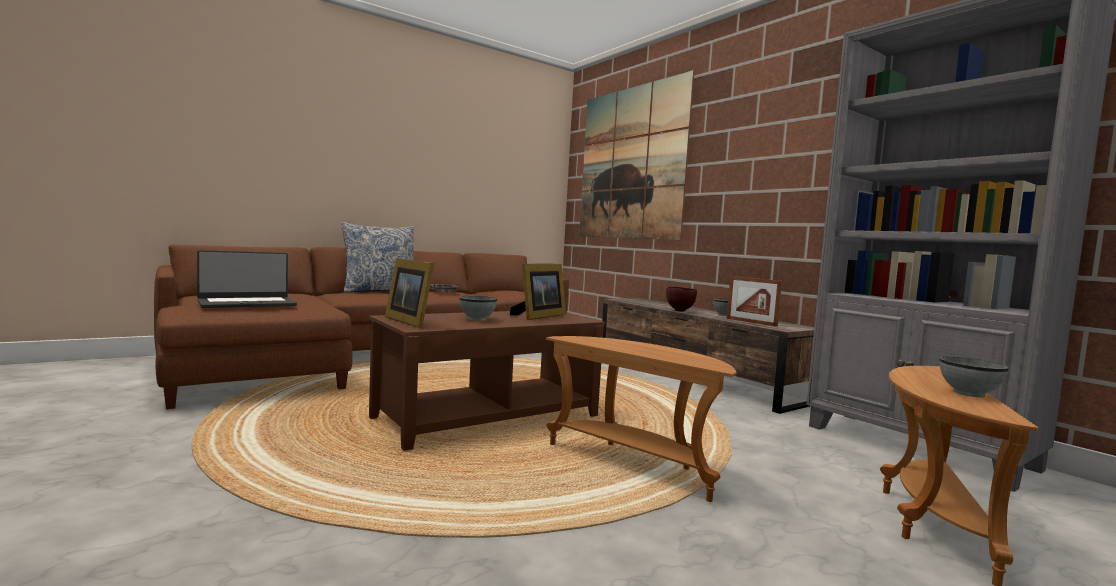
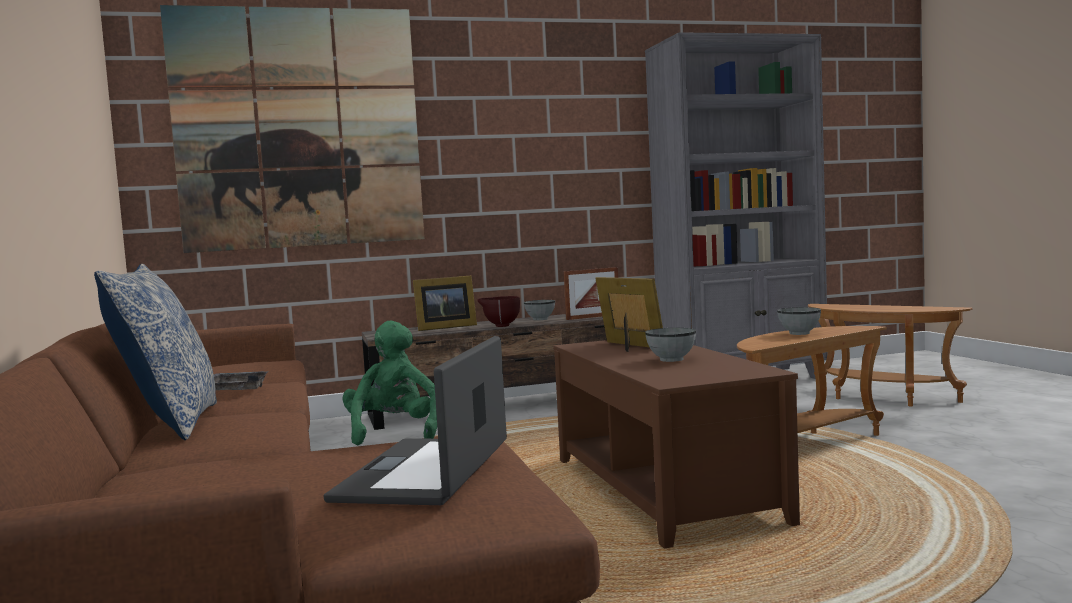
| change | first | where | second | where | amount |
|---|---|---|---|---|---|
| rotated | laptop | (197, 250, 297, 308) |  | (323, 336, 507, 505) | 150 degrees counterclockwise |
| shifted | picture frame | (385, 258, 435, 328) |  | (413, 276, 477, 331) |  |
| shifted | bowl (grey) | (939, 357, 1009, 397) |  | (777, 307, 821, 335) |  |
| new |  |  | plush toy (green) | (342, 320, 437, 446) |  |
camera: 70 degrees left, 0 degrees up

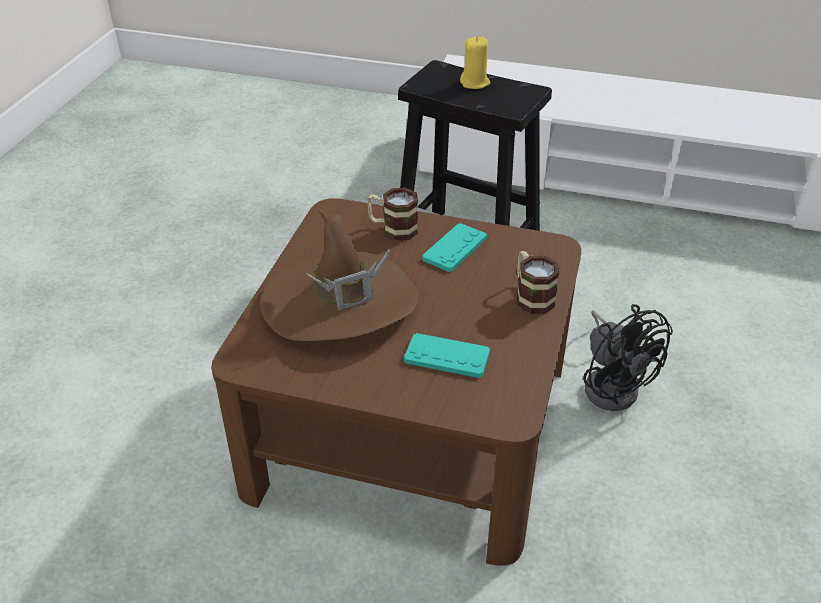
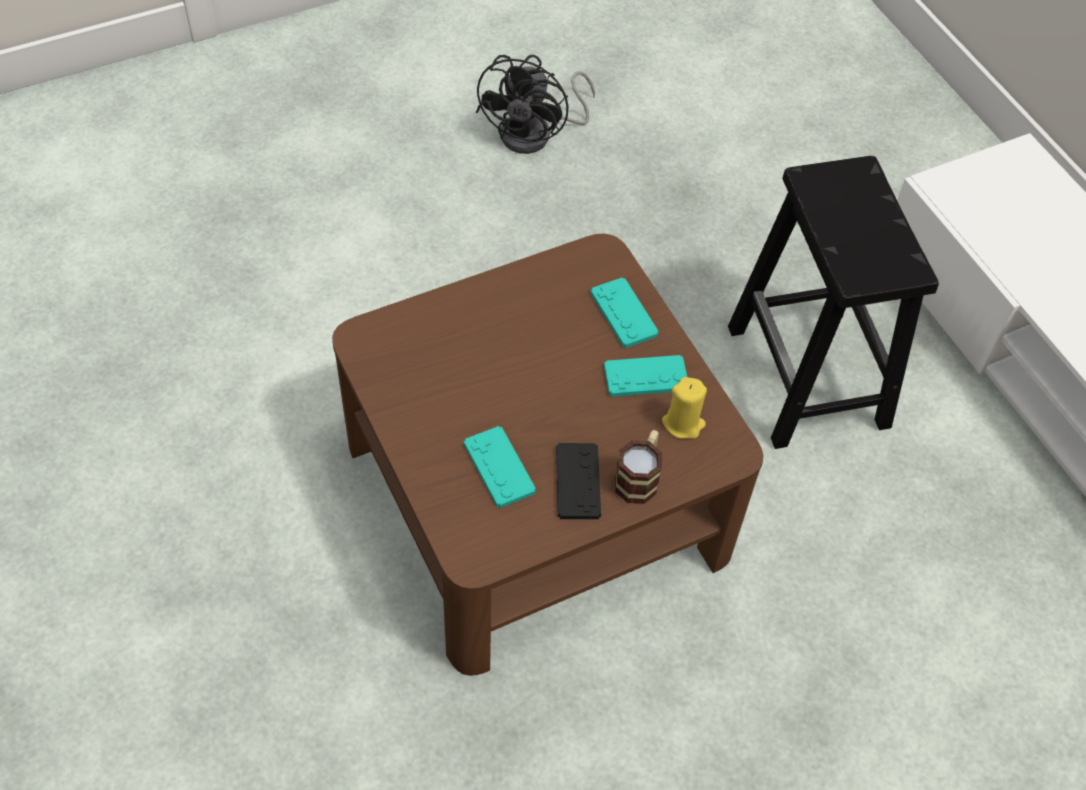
| change | first | where | second | where | amount |
|---|---|---|---|---|---|
| shifted | candle (yellow) | (460, 36, 490, 89) |  | (662, 377, 707, 439) |  |
| swapped | mug | (367, 188, 418, 241) | game controller (turquoise) | (590, 277, 659, 348) |  |
| gone | hat (brown) | (260, 211, 419, 341) |  |  |  |
| shifted | fan (black) | (583, 304, 673, 411) |  | (476, 55, 595, 154) |  |
| new |  |  | game controller (black) | (556, 443, 601, 519) |  |
camera: 45 degrees right, 15 degrees up

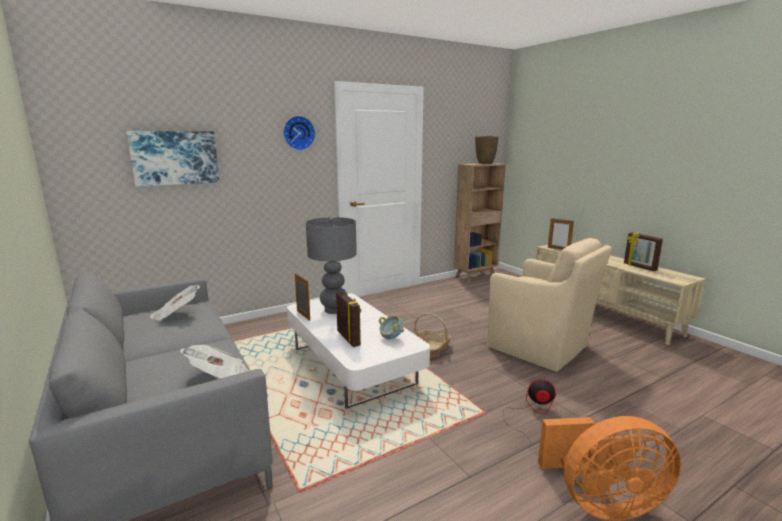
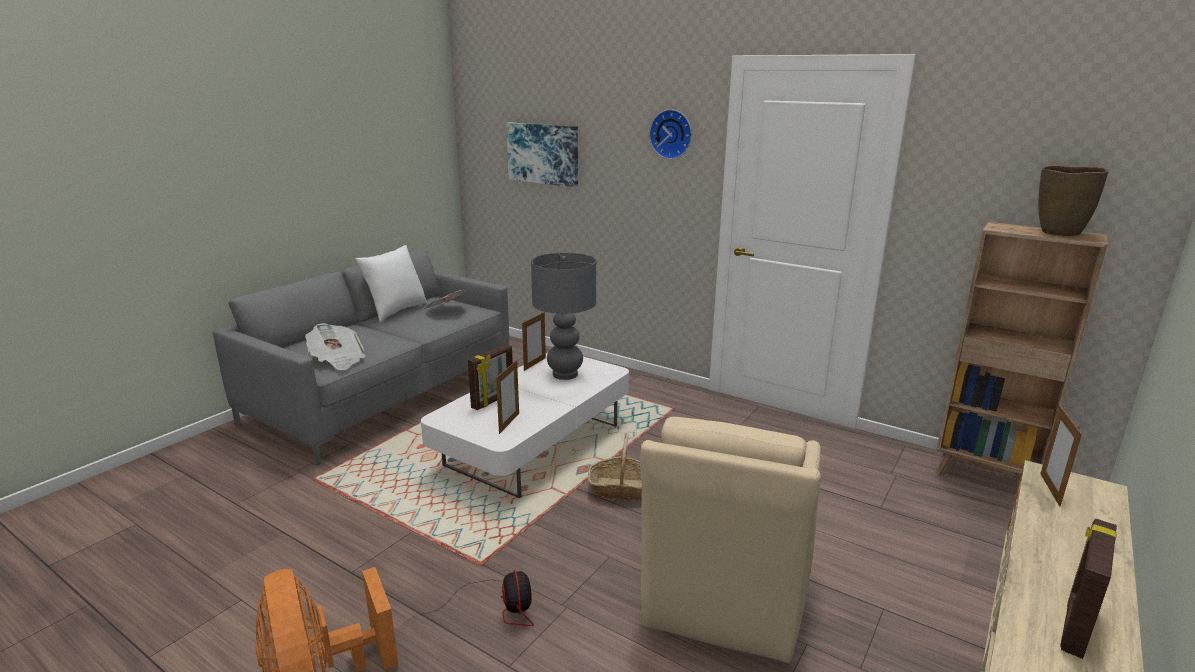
| change | first | where | second | where | amount |
|---|---|---|---|---|---|
| swapped | bowl | (379, 316, 404, 340) | picture frame | (496, 360, 519, 434) |  |
| new |  |  | pillow (white) | (355, 245, 427, 322) |  |
camera: 65 degrees right, 5 degrees up

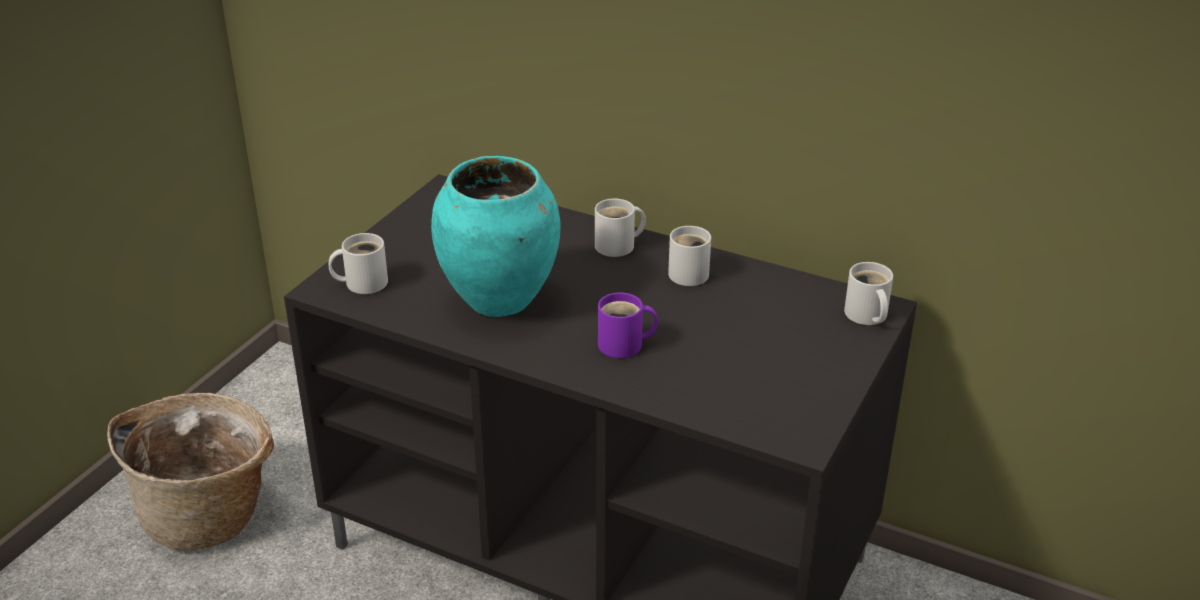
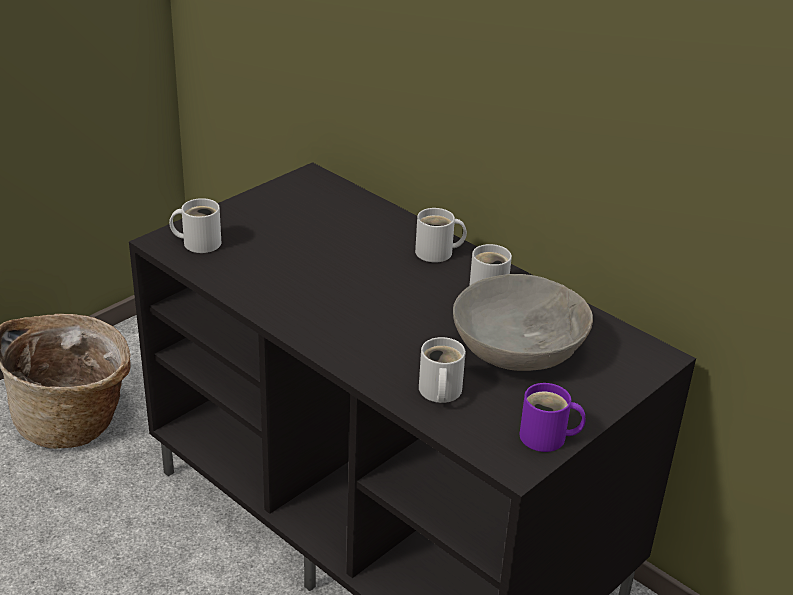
| change | first | where | second | where | amount |
|---|---|---|---|---|---|
| gone | vase (turquoise) | (431, 156, 560, 317) |  |  |  |
| shifted | mug (white) | (844, 262, 893, 325) |  | (419, 337, 466, 403) |  |
| shifted | mug (purple) | (598, 292, 658, 358) |  | (519, 383, 585, 452) |  |
| new |  |  | bowl (grey) | (453, 274, 593, 371) |  |
camera: 15 degrees right, 0 degrees up

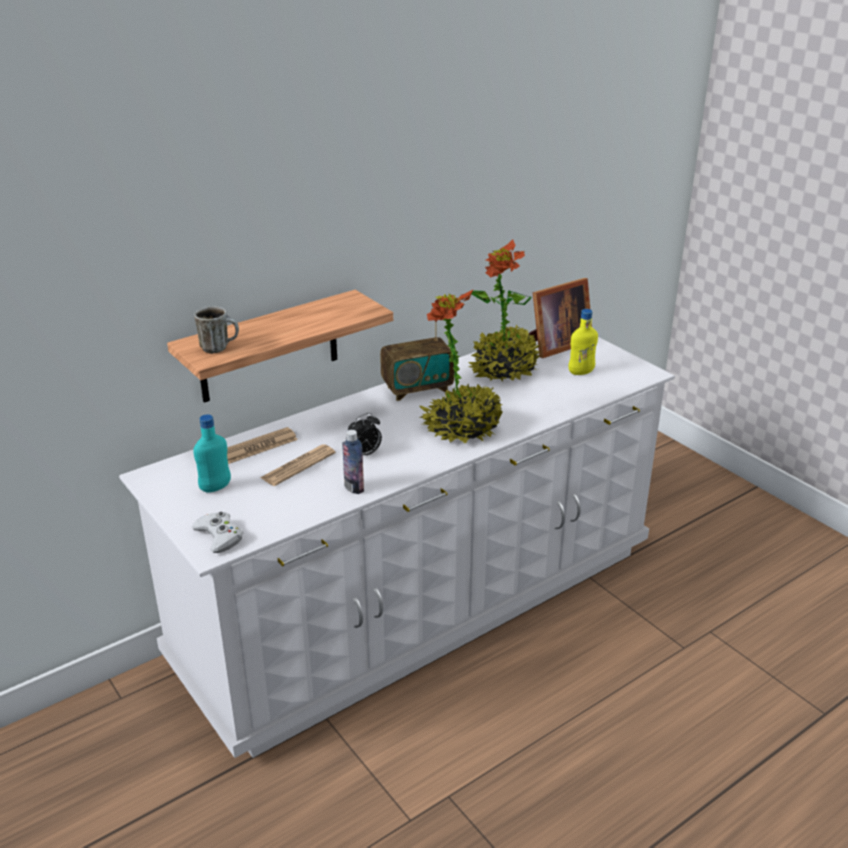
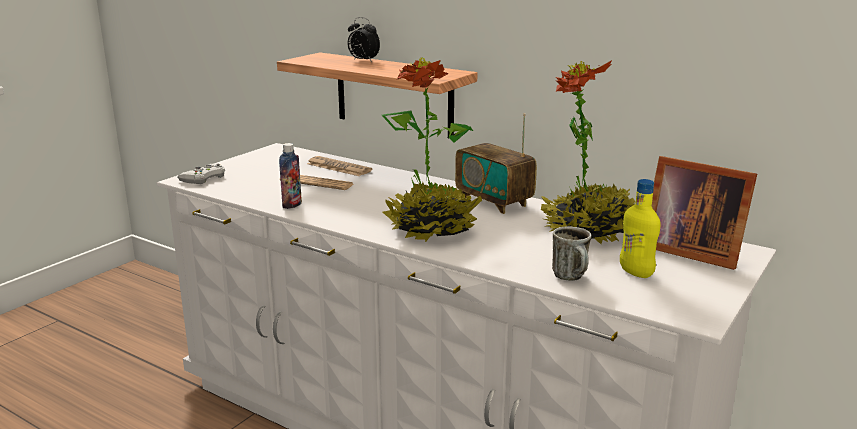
| change | first | where | second | where | amount |
|---|---|---|---|---|---|
| shifted | mug | (194, 306, 239, 354) |  | (552, 226, 591, 281) |  |
| shifted | alarm clock | (348, 413, 382, 455) |  | (347, 17, 380, 62) |  |
| gone | bottle (turquoise) | (194, 414, 231, 492) |  |  |  |
camera: 70 degrees right, 10 degrees down

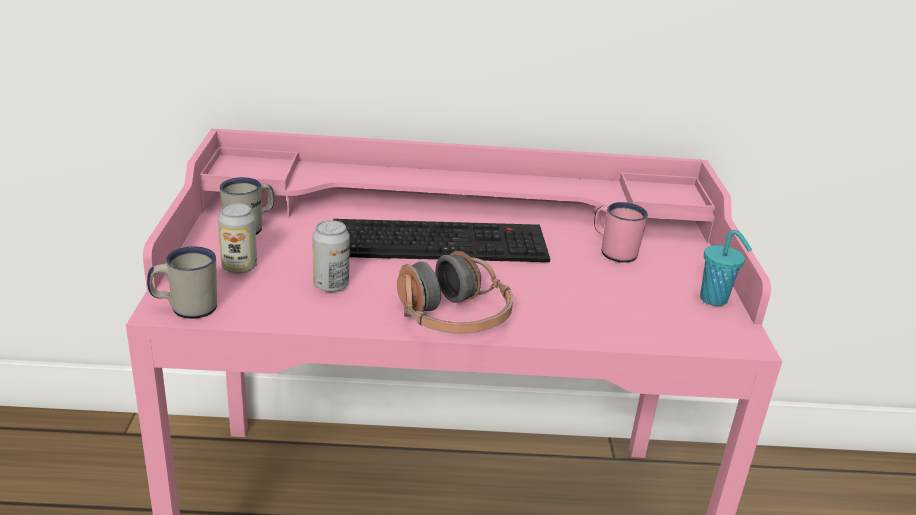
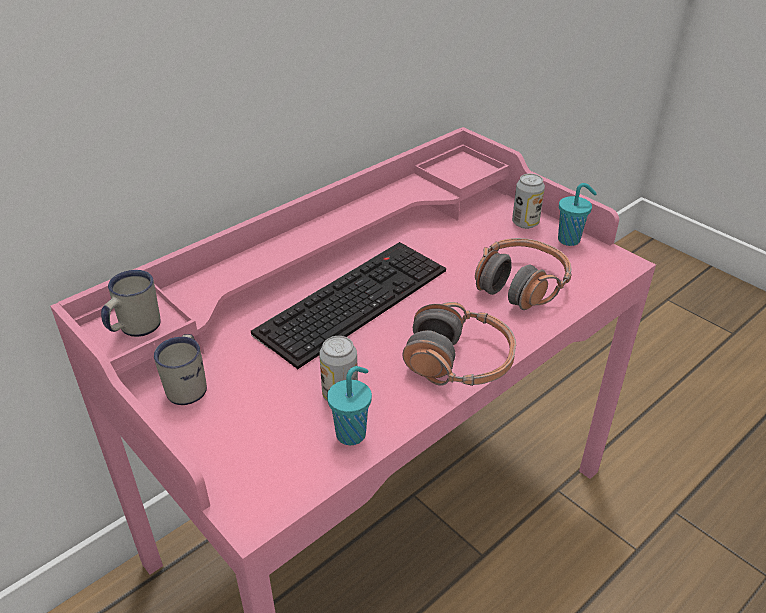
| change | first | where | second | where | amount |
|---|---|---|---|---|---|
| gone | mug (pink) | (594, 202, 648, 263) |  |  |  |
| shifted | can | (218, 203, 257, 274) |  | (512, 174, 545, 229) |  |
| shifted | mug (white) | (147, 246, 217, 319) |  | (101, 270, 161, 337) |  |
| new |  |  | headphones | (475, 238, 572, 310) |  |
| new |  |  | cup (turquoise) | (327, 366, 372, 445) |  |
camera: 40 degrees left, 10 degrees up

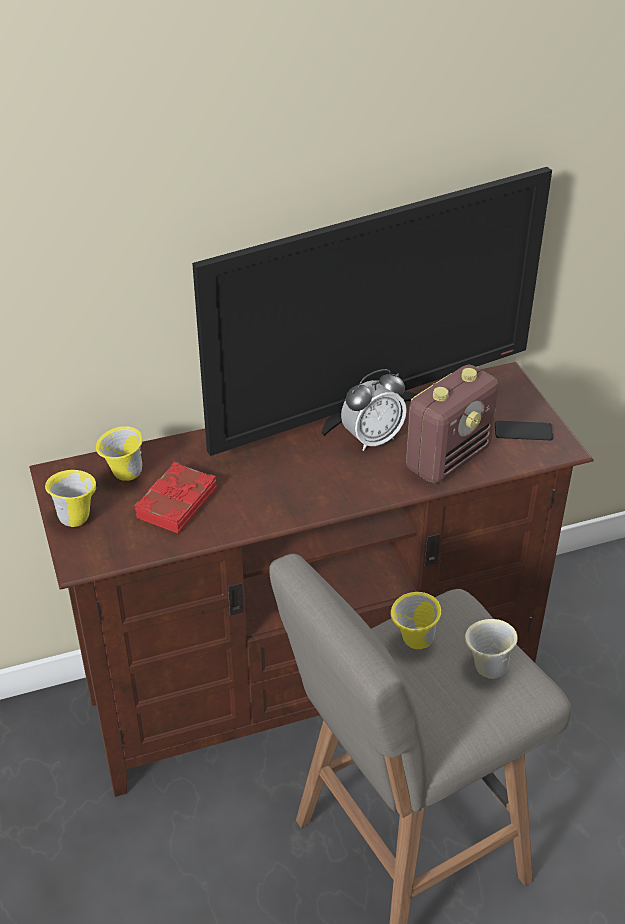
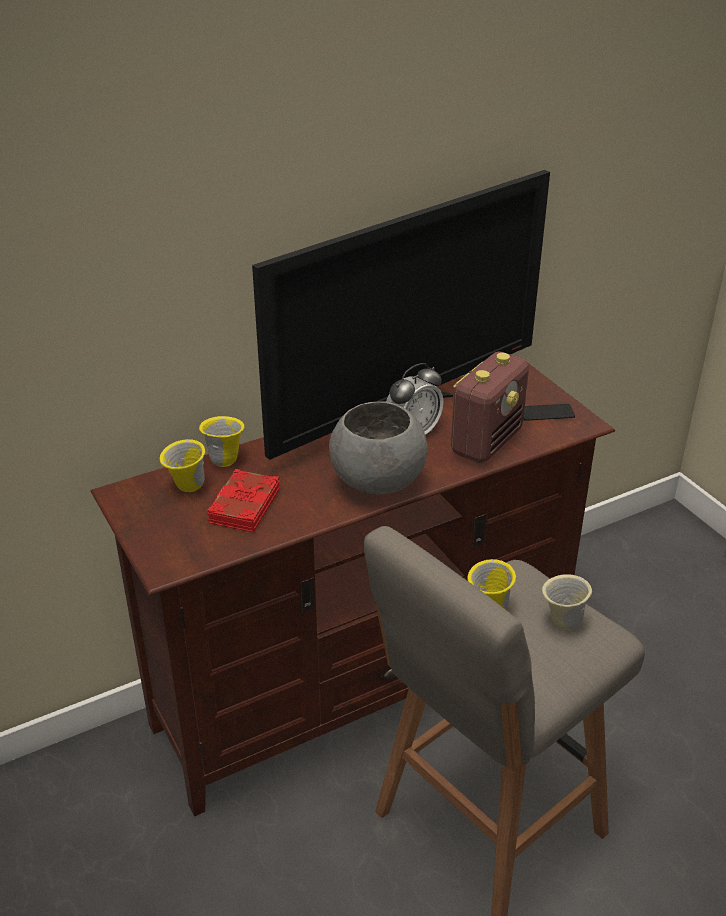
| change | first | where | second | where | amount |
|---|---|---|---|---|---|
| shifted | mug (yellow) | (45, 470, 96, 527) |  | (199, 416, 245, 467) |  |
| new |  |  | bowl (grey) | (329, 401, 428, 494) |  |
camera: 10 degrees left, 5 degrees down

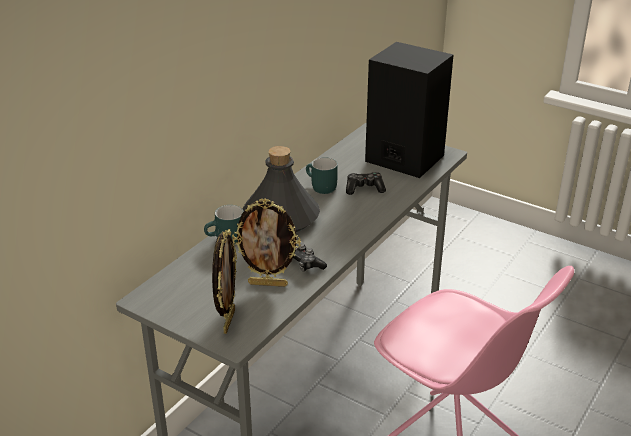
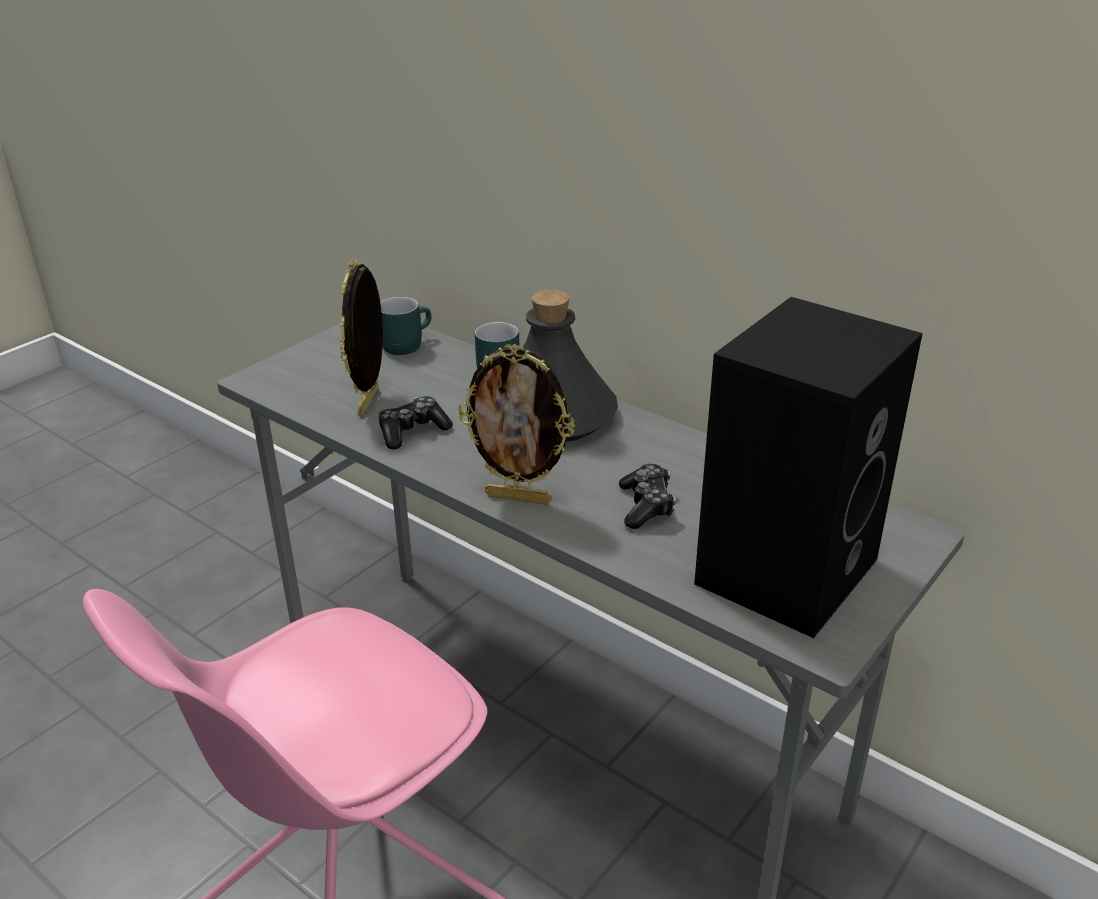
| change | first | where | second | where | amount |
|---|---|---|---|---|---|
| shifted | mug (turquoise) | (306, 157, 338, 194) |  | (380, 297, 431, 355) |  |
| shifted | picture frame | (212, 229, 237, 334) |  | (458, 344, 575, 505) |  |
camera: 95 degrees right, 0 degrees up

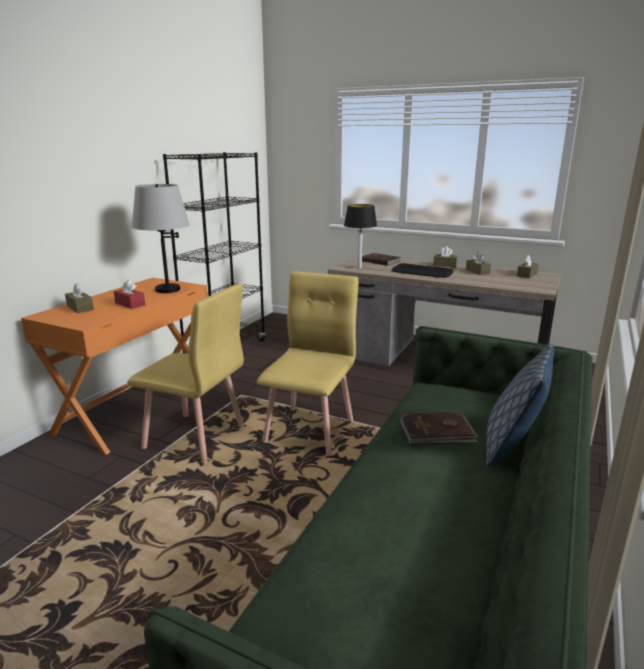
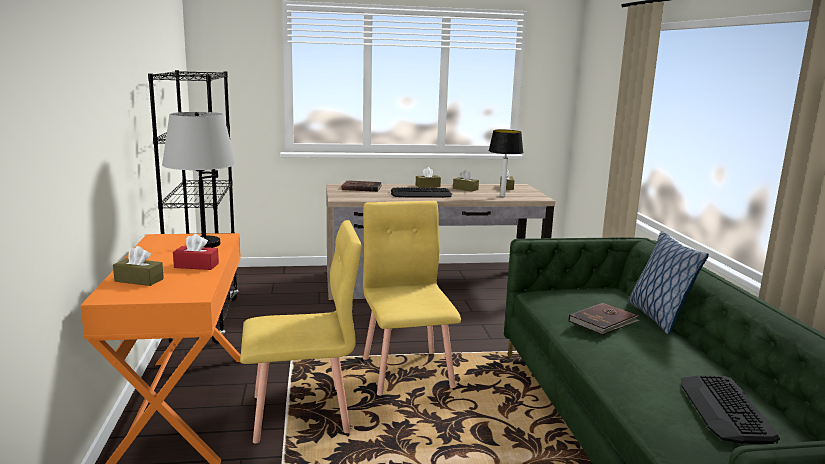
| change | first | where | second | where | amount |
|---|---|---|---|---|---|
| shifted | table lamp | (344, 204, 377, 269) |  | (489, 129, 524, 197) |  |
| new |  |  | keyboard | (682, 375, 780, 445) |  |
camera: 35 degrees left, 5 degrees down

